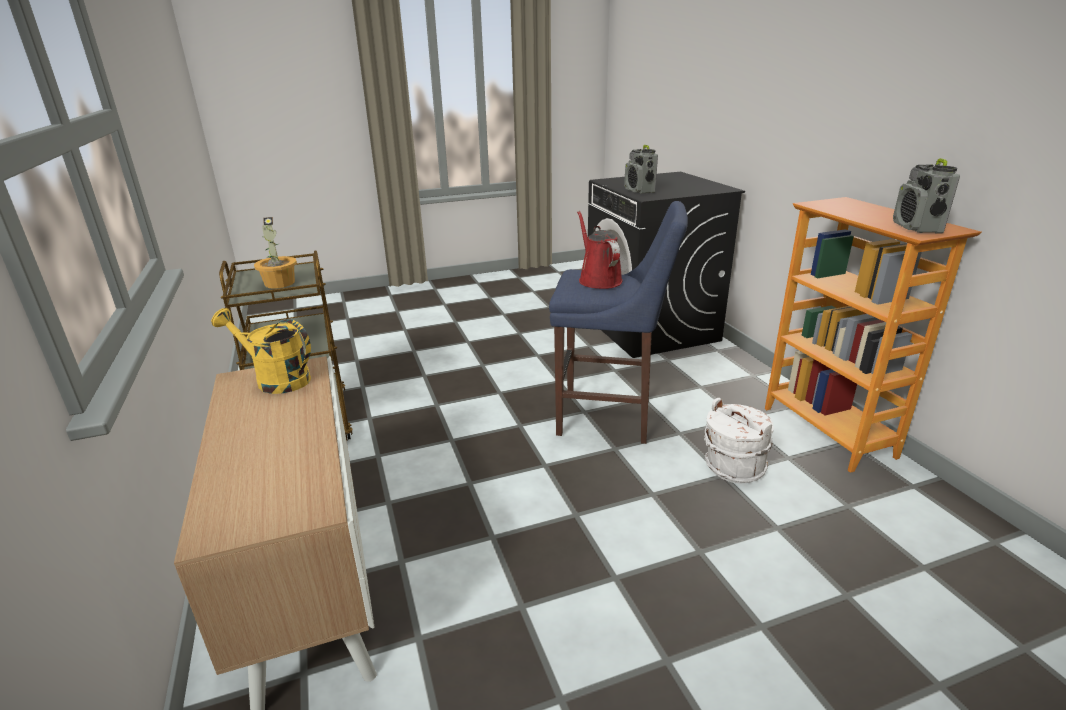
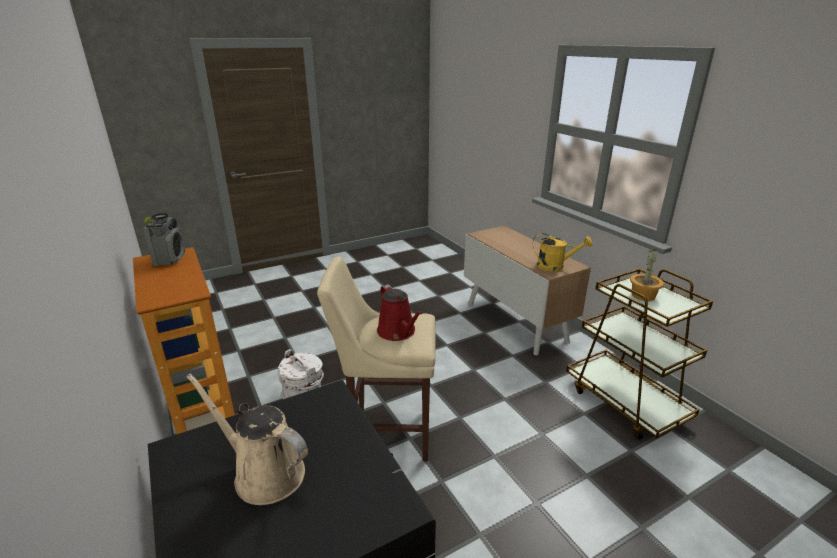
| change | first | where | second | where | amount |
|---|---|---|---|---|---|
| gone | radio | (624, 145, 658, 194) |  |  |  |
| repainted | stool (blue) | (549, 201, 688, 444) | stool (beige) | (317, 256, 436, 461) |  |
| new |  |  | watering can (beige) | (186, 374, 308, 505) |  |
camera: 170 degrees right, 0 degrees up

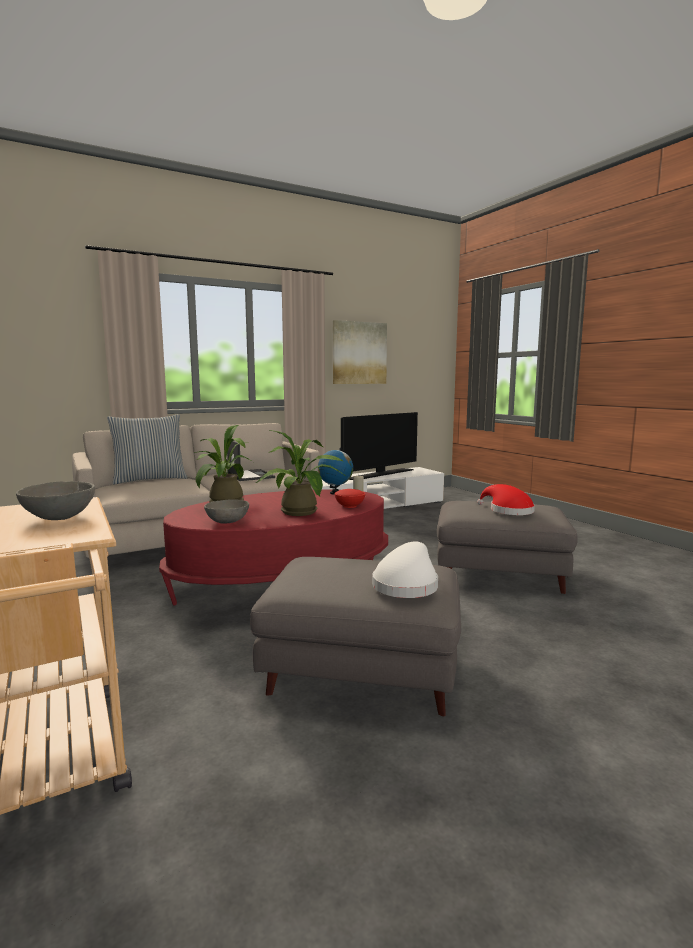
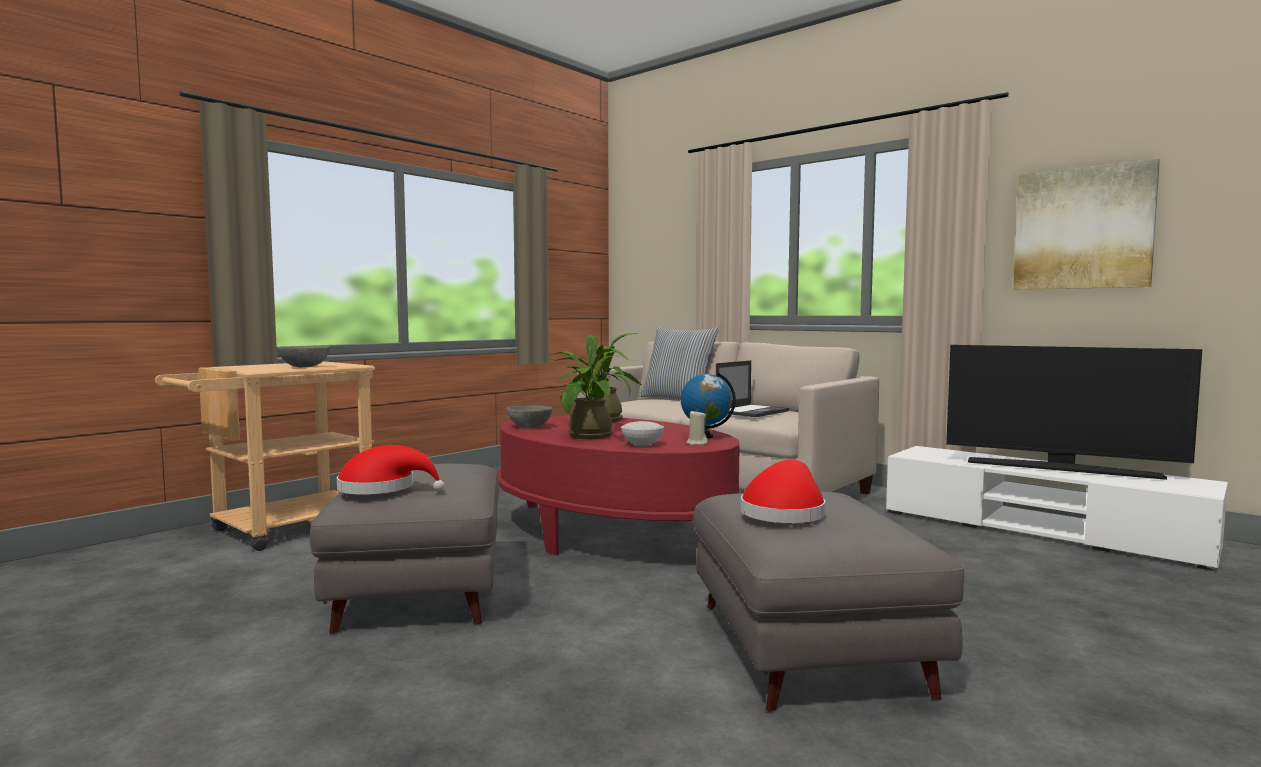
| change | first | where | second | where | amount |
|---|---|---|---|---|---|
| repainted | bowl (red) | (335, 489, 365, 508) | bowl (white) | (621, 421, 664, 447) |  |
| repainted | hat (white) | (372, 541, 438, 598) | hat (red) | (337, 445, 445, 495) |  |
camera: 70 degrees right, 5 degrees down

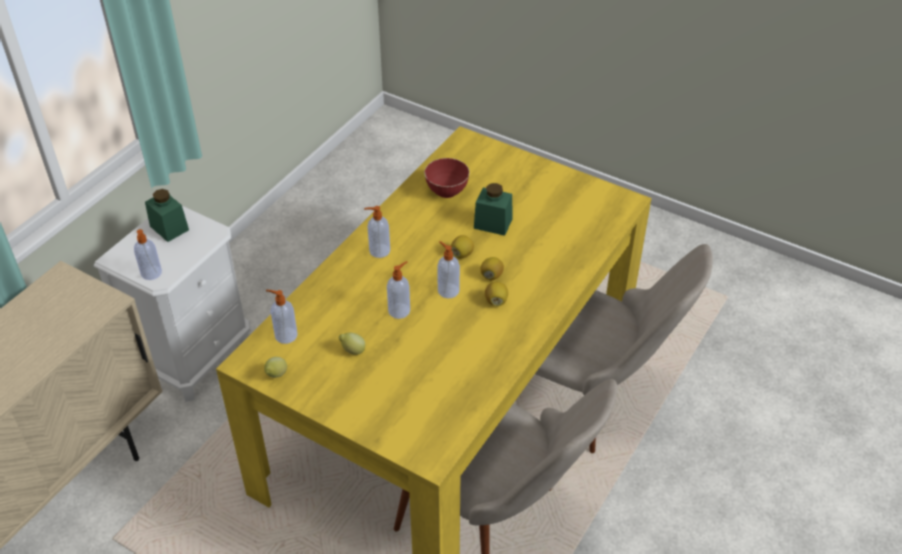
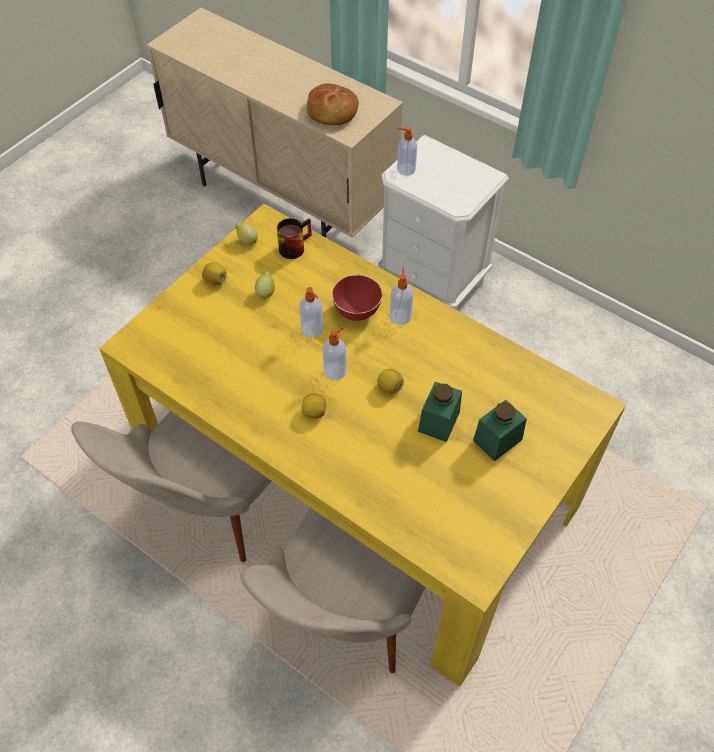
| change | first | where | second | where | amount |
|---|---|---|---|---|---|
| shifted | bowl (red) | (424, 158, 470, 198) |  | (332, 275, 382, 321) |  |
| shifted | jar (green) | (145, 189, 189, 242) |  | (473, 400, 527, 461) |  |
| shifted | lemon | (480, 257, 504, 280) |  | (202, 262, 227, 285) |  |
| swapped | soap dispenser | (266, 290, 298, 344) | mug | (277, 218, 312, 259) |  |
| new |  |  | bread | (306, 83, 359, 125) |  |
camera: 95 degrees right, 10 degrees up

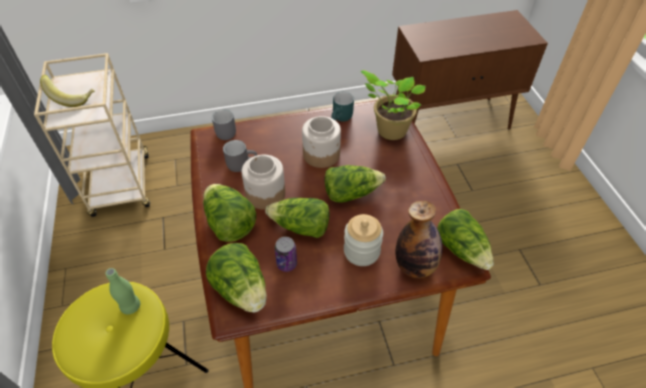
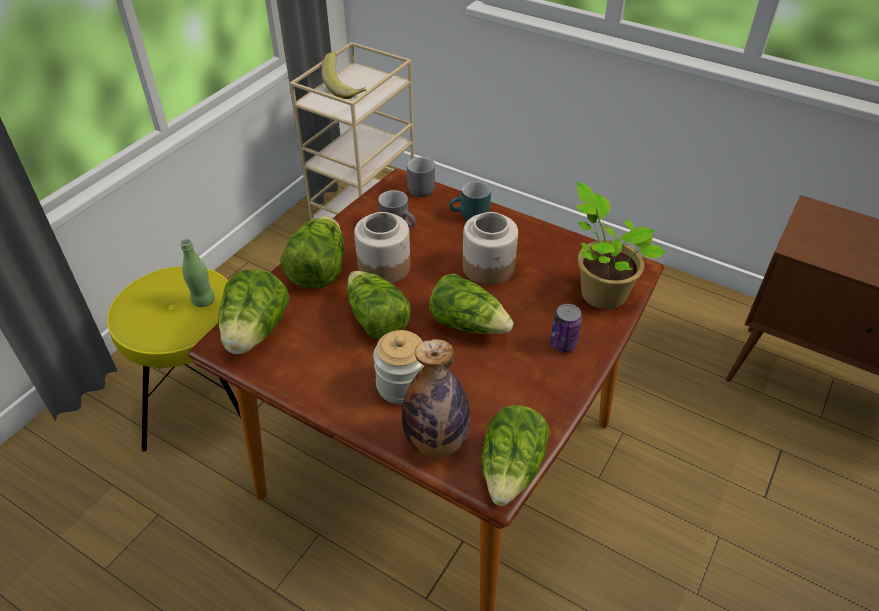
| change | first | where | second | where | amount |
|---|---|---|---|---|---|
| shifted | mug (turquoise) | (331, 92, 354, 122) |  | (449, 181, 491, 221) |  |
| shifted | can | (275, 237, 297, 272) |  | (550, 304, 582, 352) |  |
camera: 45 degrees right, 5 degrees down

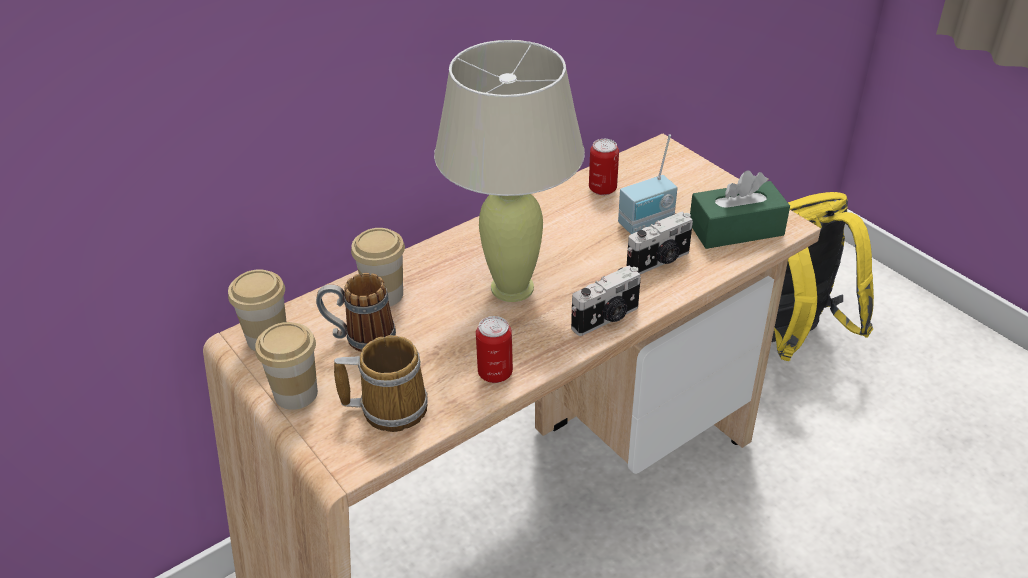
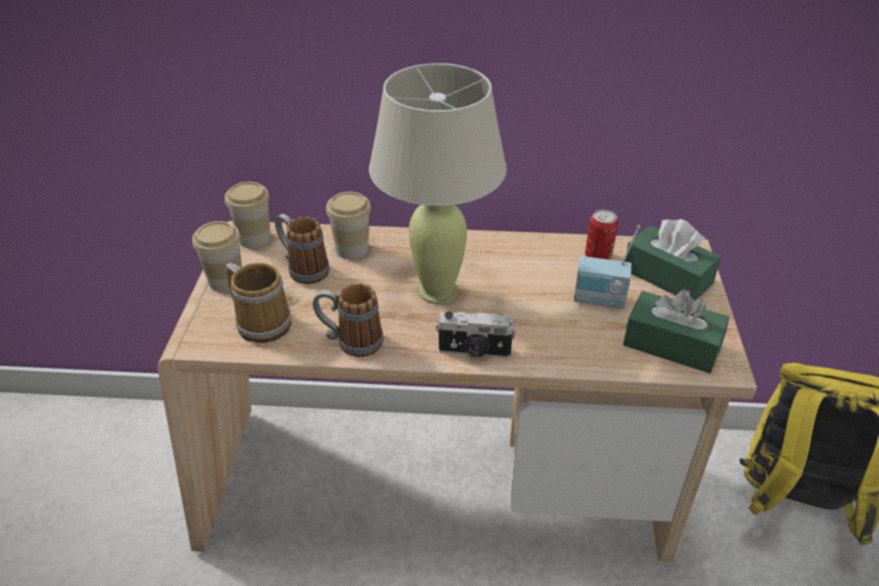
| change | first | where | second | where | amount |
|---|---|---|---|---|---|
| gone | photo camera | (627, 212, 693, 274) |  |  |  |
| swapped | can | (476, 316, 513, 383) | mug | (313, 283, 384, 357) |  |
| new |  |  | tissue box (green) | (625, 219, 721, 300) |  |
camera: 40 degrees right, 0 degrees up

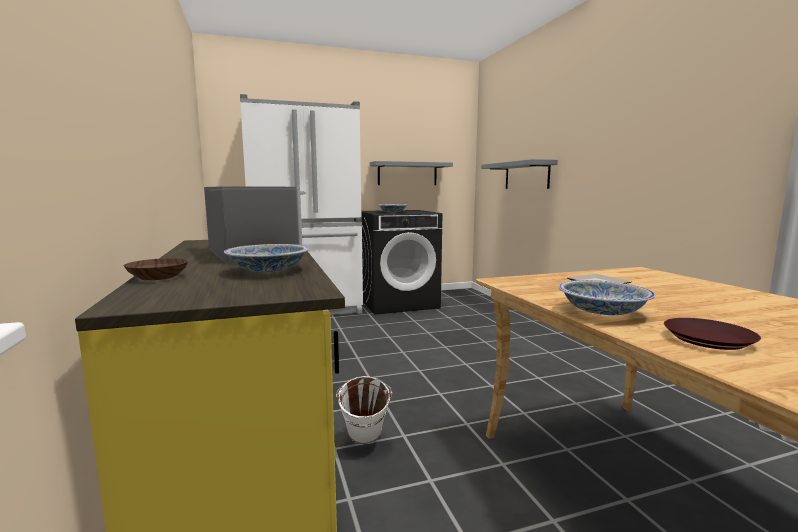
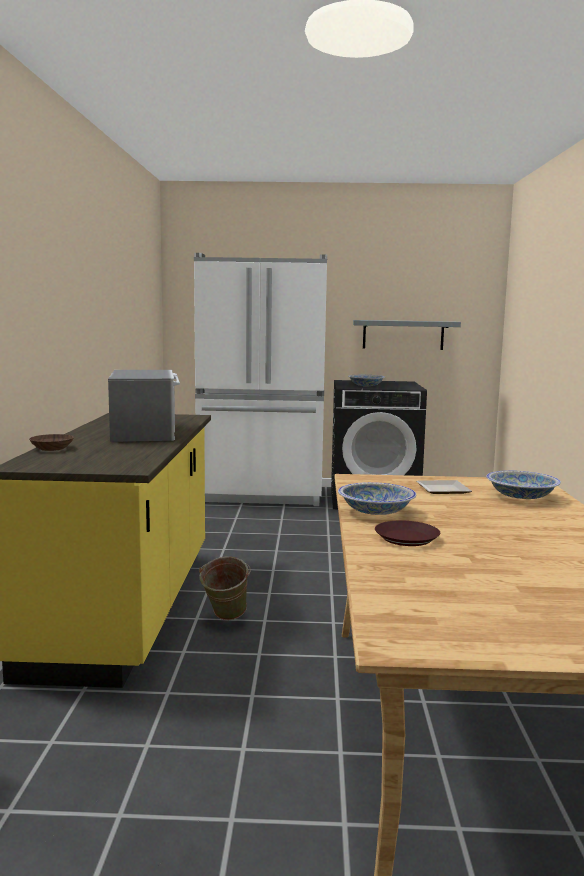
| change | first | where | second | where | amount |
|---|---|---|---|---|---|
| gone | shelf (grey) | (481, 159, 558, 189) |  |  |  |
| shifted | bowl | (224, 244, 309, 272) |  | (486, 470, 561, 499) |  |
| repainted | bucket (white) | (336, 376, 392, 444) | bucket (green) | (199, 557, 251, 620) |  |
camera: 20 degrees right, 0 degrees up

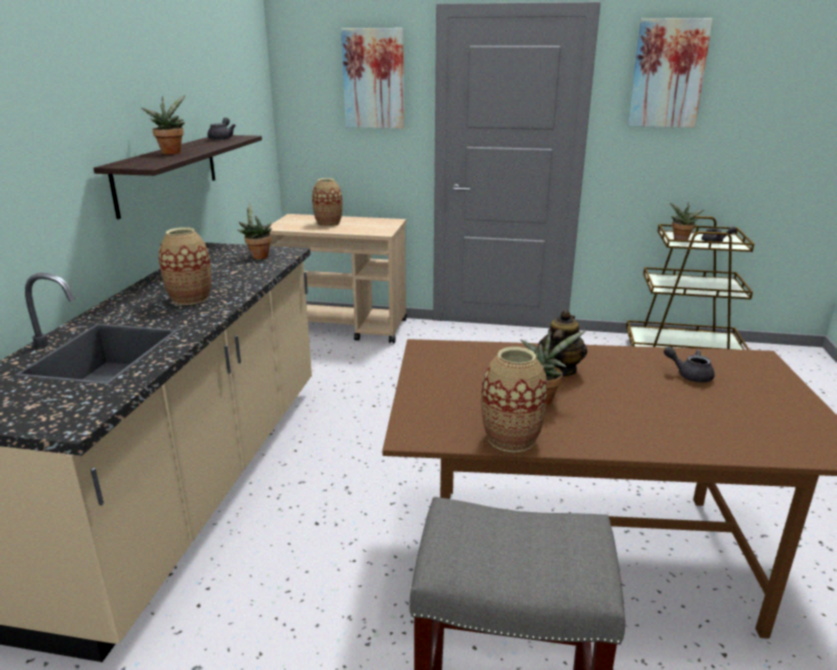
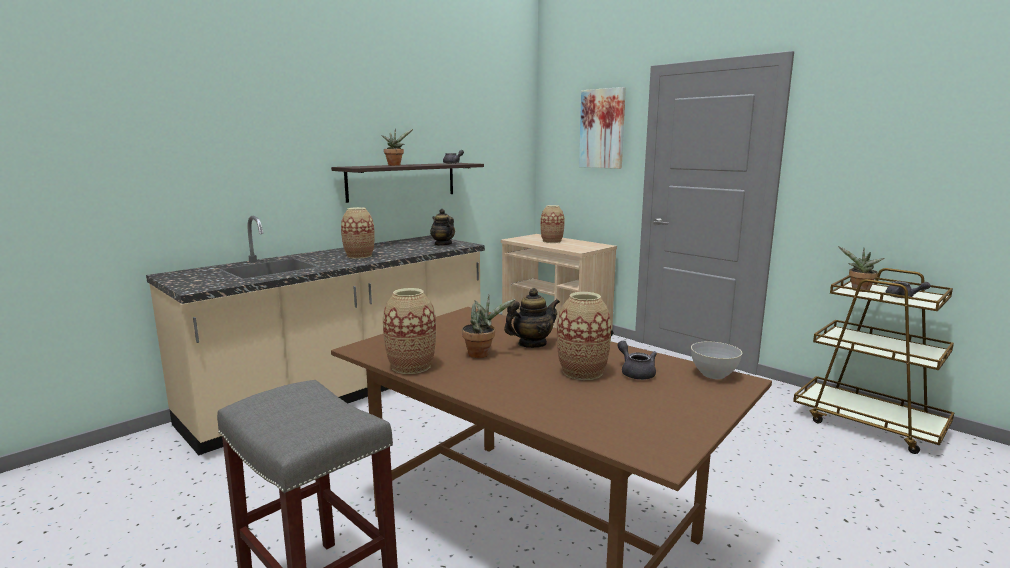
| change | first | where | second | where | amount |
|---|---|---|---|---|---|
| gone | picture | (627, 18, 713, 128) |  |  |  |
| swapped | potted plant | (238, 203, 272, 259) | teapot | (430, 209, 455, 246) |  |
| new |  |  | vase | (557, 292, 611, 380) |  |
| new |  |  | bowl (grey) | (691, 342, 742, 379) |  |
camera: 35 degrees right, 10 degrees down

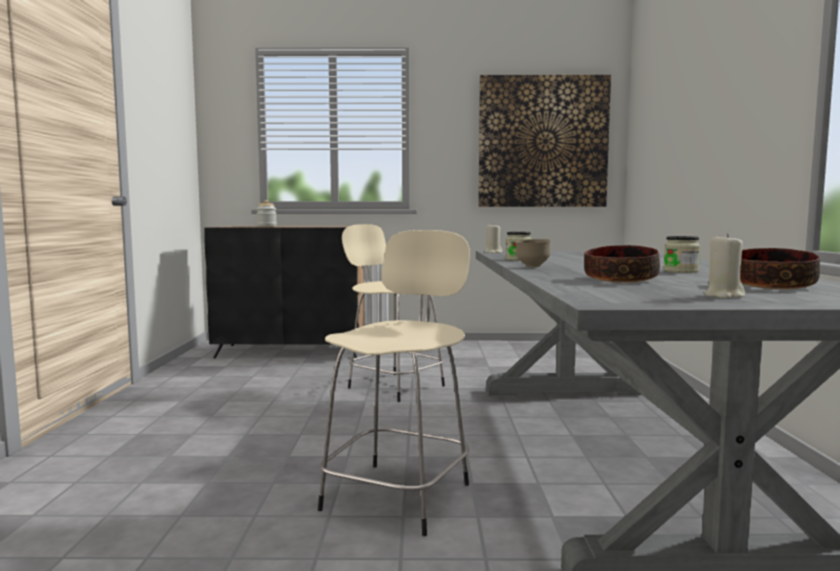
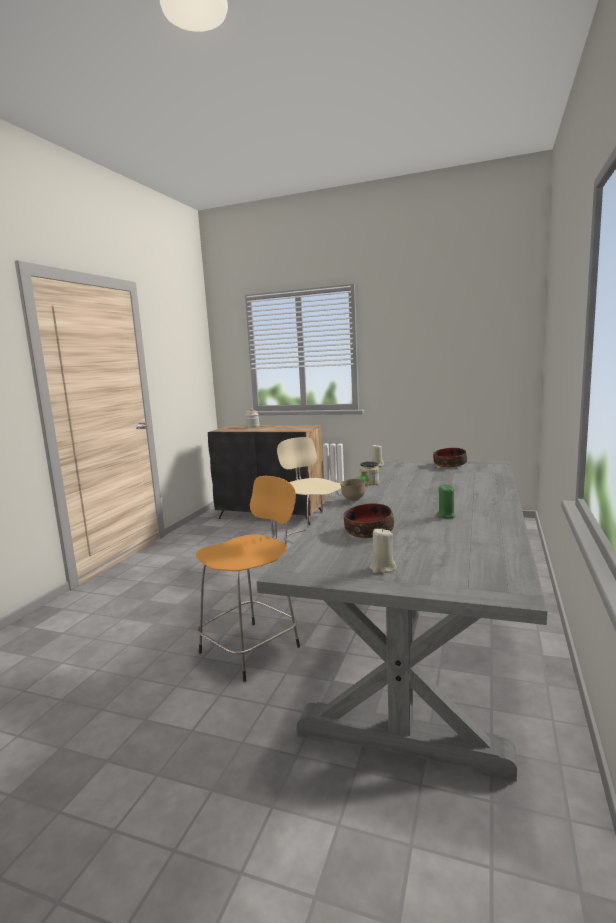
| change | first | where | second | where | amount |
|---|---|---|---|---|---|
| gone | picture | (478, 75, 611, 207) |  |  |  |
| repainted | stool (beige) | (318, 230, 470, 536) | stool (orange) | (196, 476, 300, 682) |  |
| swapped | jar | (664, 236, 700, 273) | candle (green) | (436, 484, 456, 519) |  |
| shifted | bowl | (740, 248, 820, 289) |  | (433, 448, 467, 467) |  |
camera: 20 degrees right, 5 degrees up

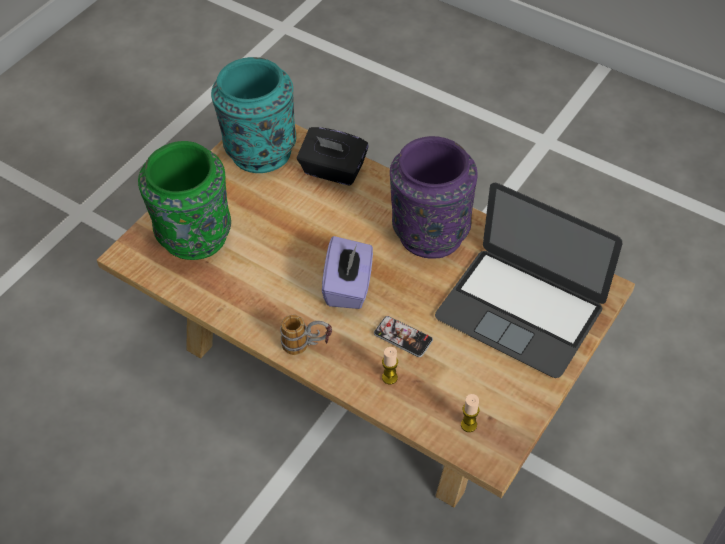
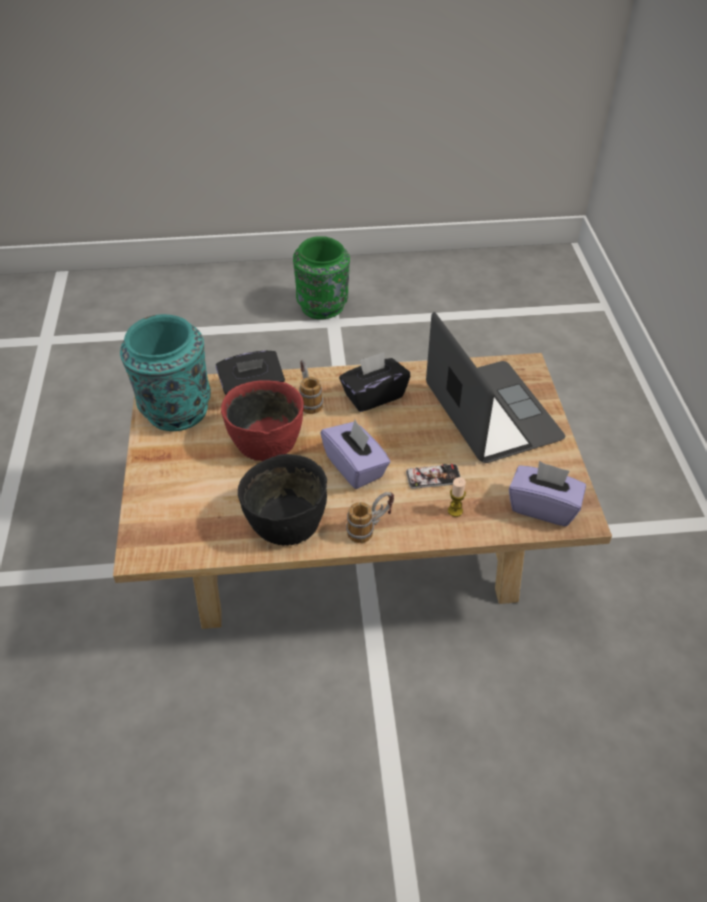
| change | first | where | second | where | amount |
|---|---|---|---|---|---|
| swapped | vase (purple) | (390, 136, 478, 258) | tissue box (black) | (339, 352, 410, 412) |  |
| shifted | vase (green) | (138, 141, 231, 260) |  | (293, 236, 350, 319) |  |
| rotated | laptop | (435, 183, 622, 378) |  | (426, 312, 565, 463) | 105 degrees counterclockwise |
| swapped | candle | (461, 394, 480, 432) | tissue box (purple) | (509, 461, 586, 526) |  |
| new |  |  | mug | (299, 360, 323, 414) |  |
| new |  |  | bowl (red) | (221, 380, 304, 461) |  |
| new |  |  | bowl (black) | (238, 454, 327, 546) |  |
camera: 40 degrees left, 5 degrees down

